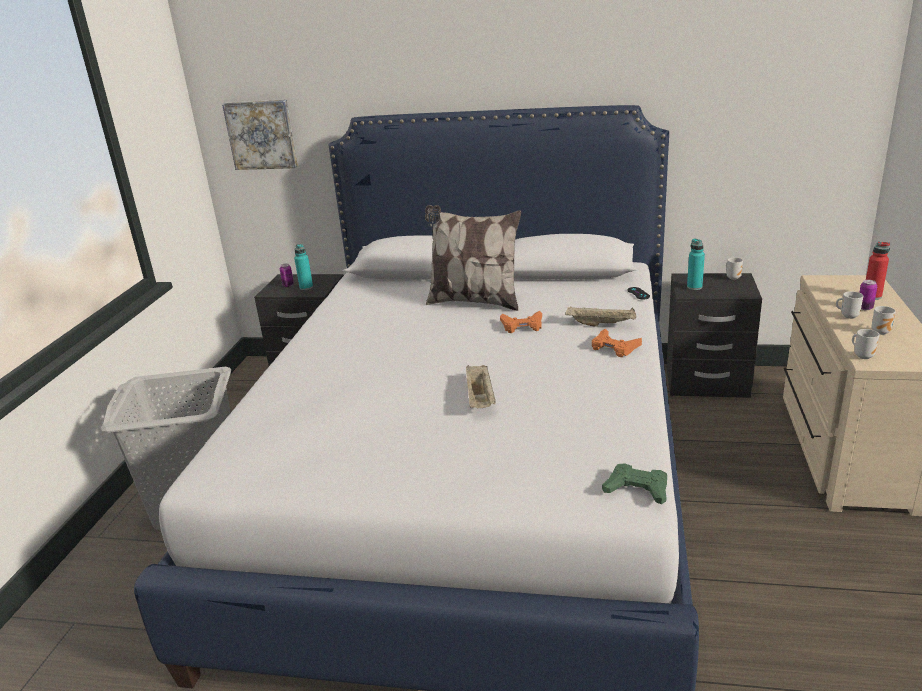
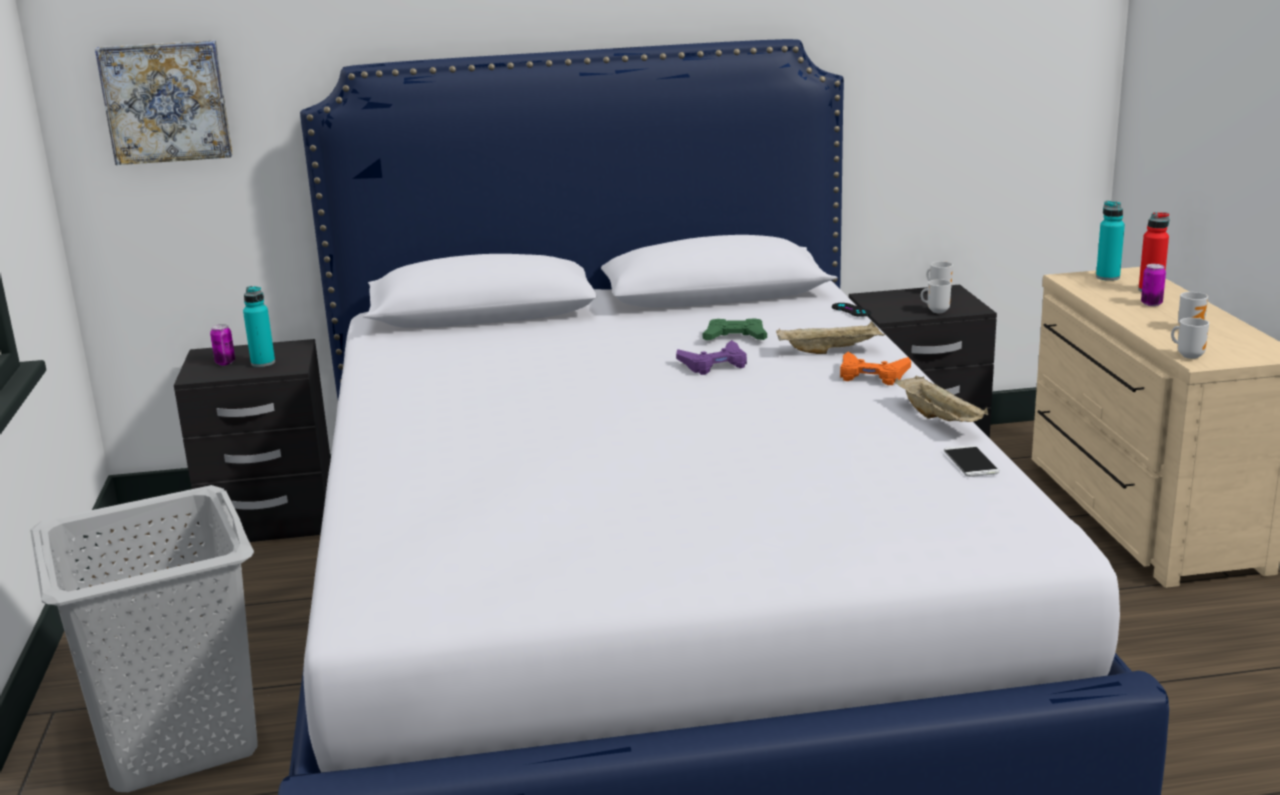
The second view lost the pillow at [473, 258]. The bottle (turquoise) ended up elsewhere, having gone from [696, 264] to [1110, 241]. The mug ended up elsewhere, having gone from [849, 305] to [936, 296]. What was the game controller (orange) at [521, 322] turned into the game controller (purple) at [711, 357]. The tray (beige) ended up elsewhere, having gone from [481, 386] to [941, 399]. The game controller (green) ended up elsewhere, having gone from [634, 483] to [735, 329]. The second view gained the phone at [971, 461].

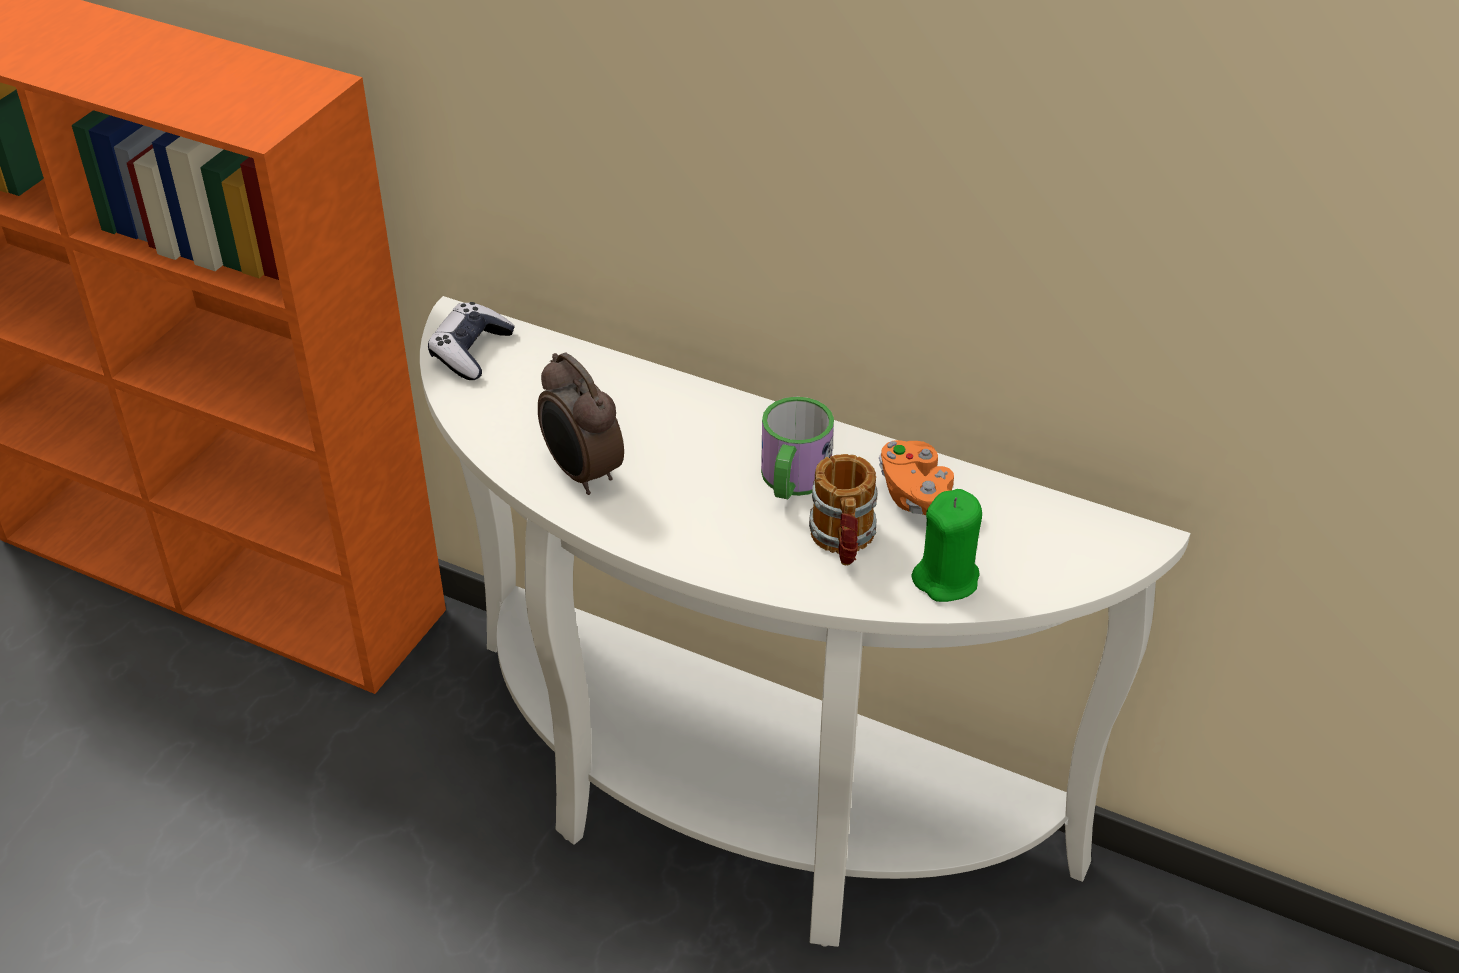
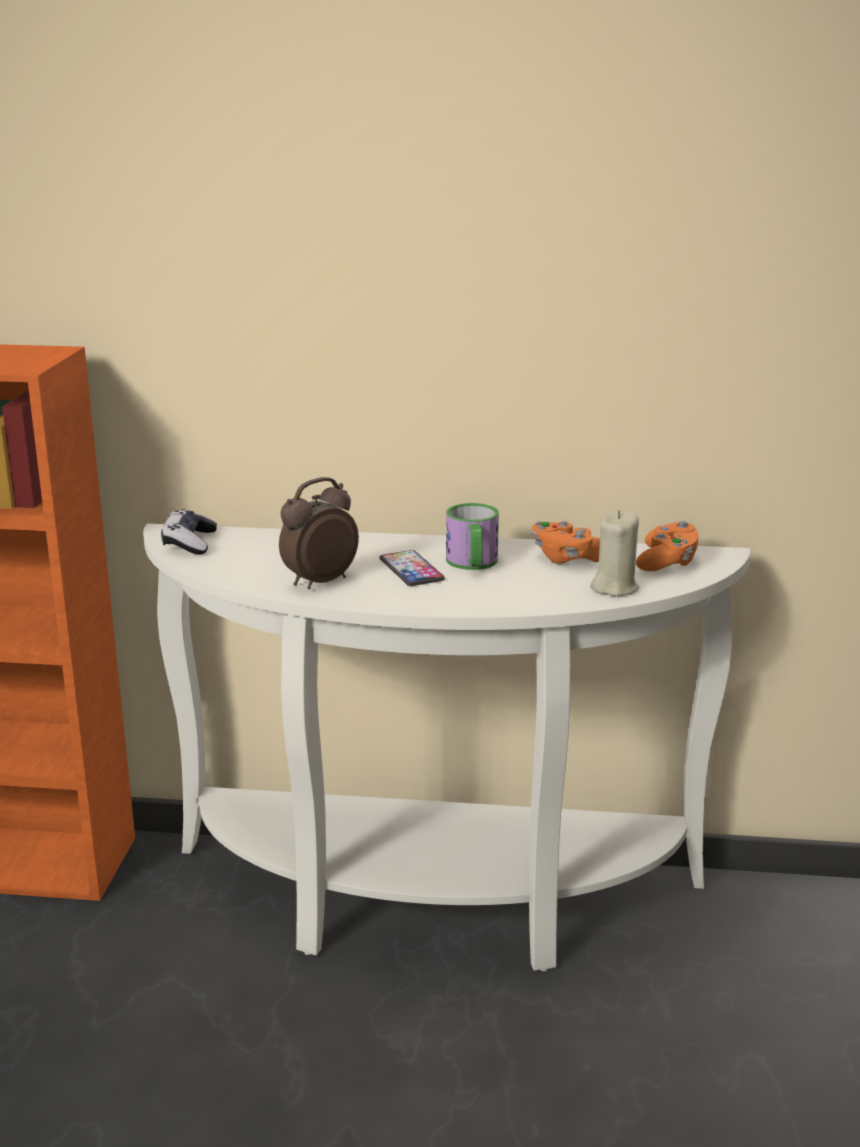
The alarm clock at [581, 424] ended up facing another way, 105 degrees clockwise from before. The second view lost the mug at [843, 509]. What was the candle (green) at [946, 545] turned into the candle (beige) at [614, 553]. The second view gained the game controller (orange) at [667, 546]. The second view gained the phone at [412, 568].

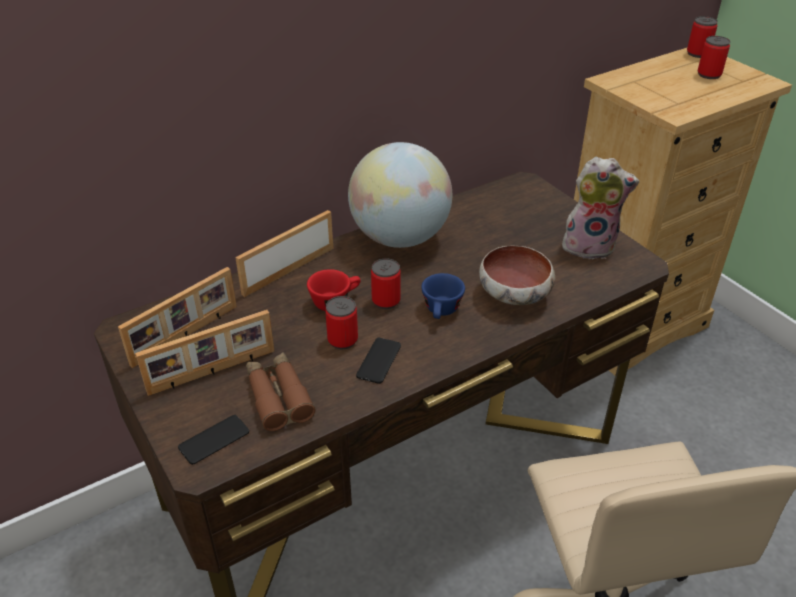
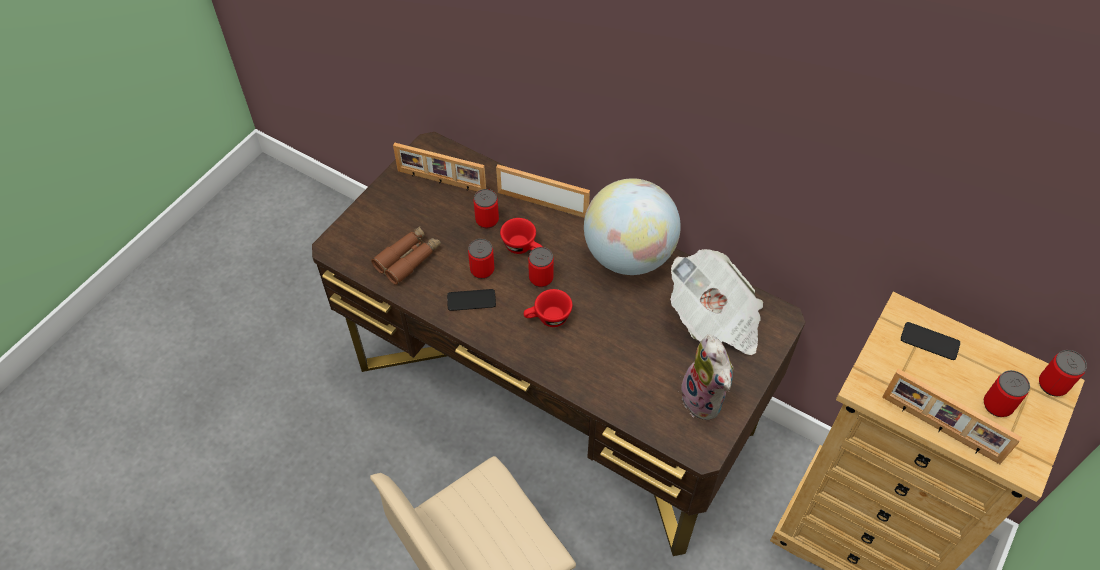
The second view lost the bowl at [517, 275]. What was the cup (blue) at [443, 296] turned into the cup (red) at [548, 308]. The picture frame ended up elsewhere, having gone from [204, 353] to [952, 416]. The phone ended up elsewhere, having gone from [213, 440] to [930, 341]. The second view gained the can at [486, 208]. The second view gained the newspaper at [716, 302].

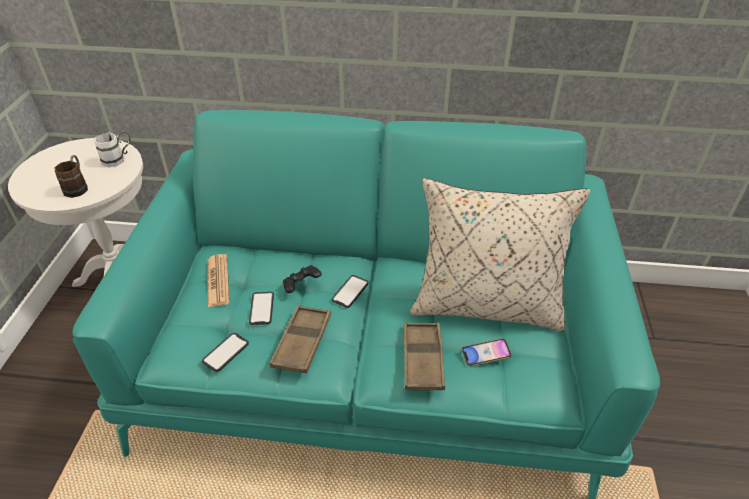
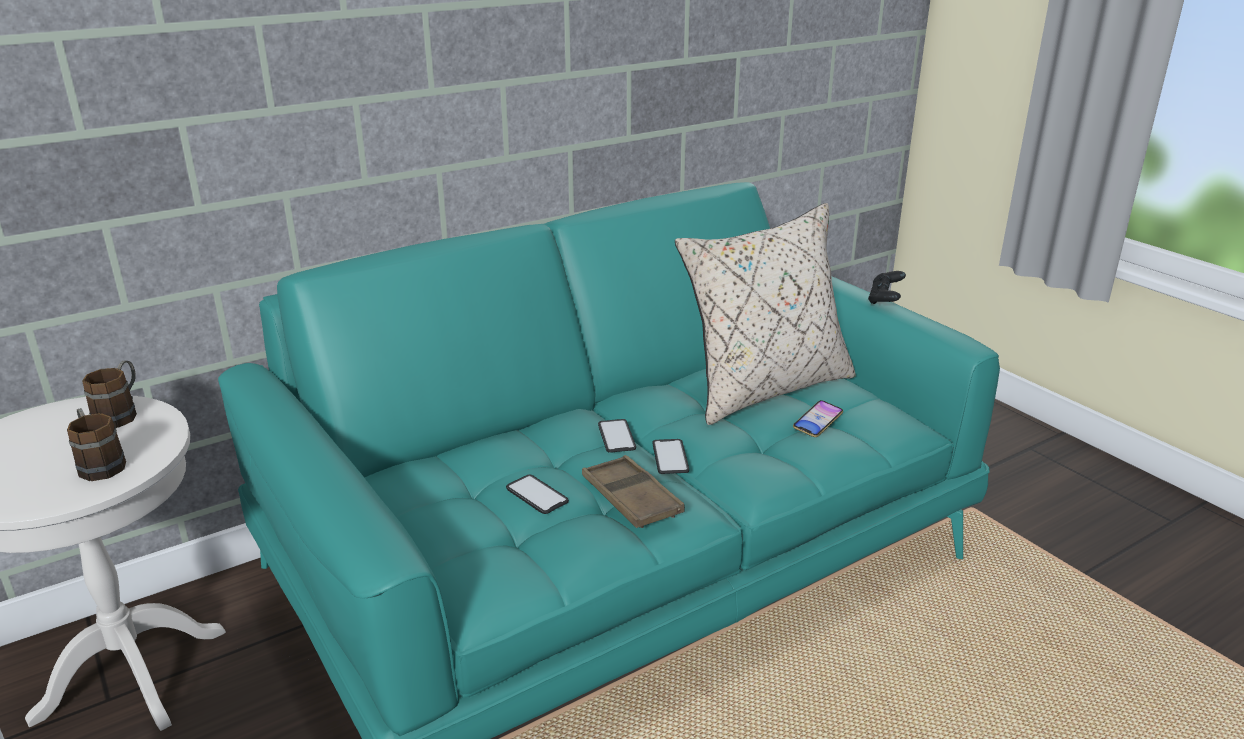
What was the mug (white) at [113, 149] turned into the mug (brown) at [109, 394]. The second view lost the newspaper at [218, 280]. The game controller (black) ended up elsewhere, having gone from [302, 279] to [887, 287]. The second view lost the tray (brown) at [424, 356]. The phone ended up elsewhere, having gone from [225, 352] to [670, 456].

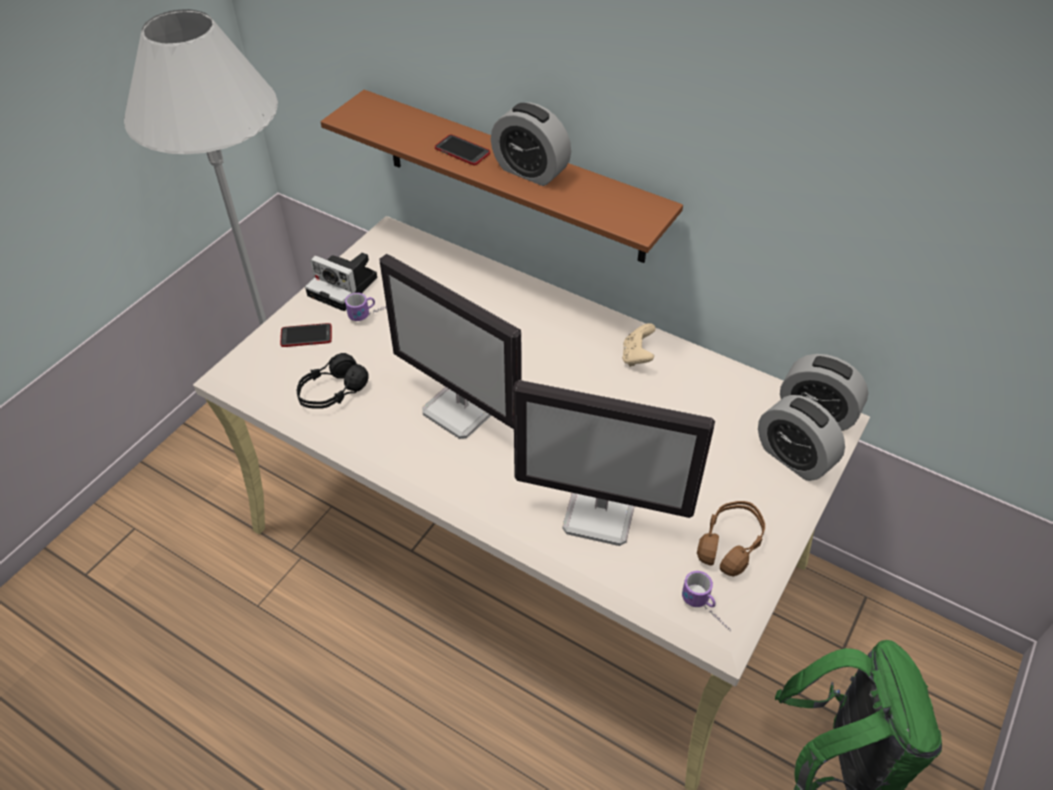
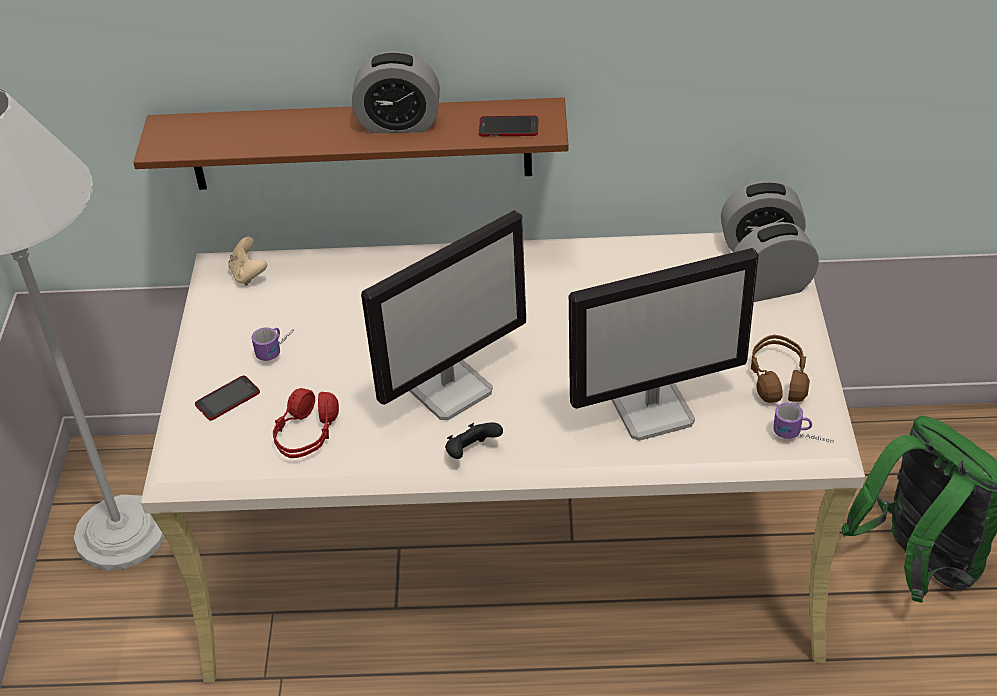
The phone ended up elsewhere, having gone from [462, 150] to [508, 126]. The second view lost the photo camera at [341, 282]. The monitor at [451, 346] ended up facing another way, 45 degrees counterclockwise from before. The game controller (beige) ended up elsewhere, having gone from [639, 345] to [247, 261]. What was the headphones (black) at [333, 381] turned into the headphones (red) at [306, 423]. The alarm clock at [801, 438] ended up facing another way, 150 degrees clockwise from before. The second view gained the game controller (black) at [474, 440].

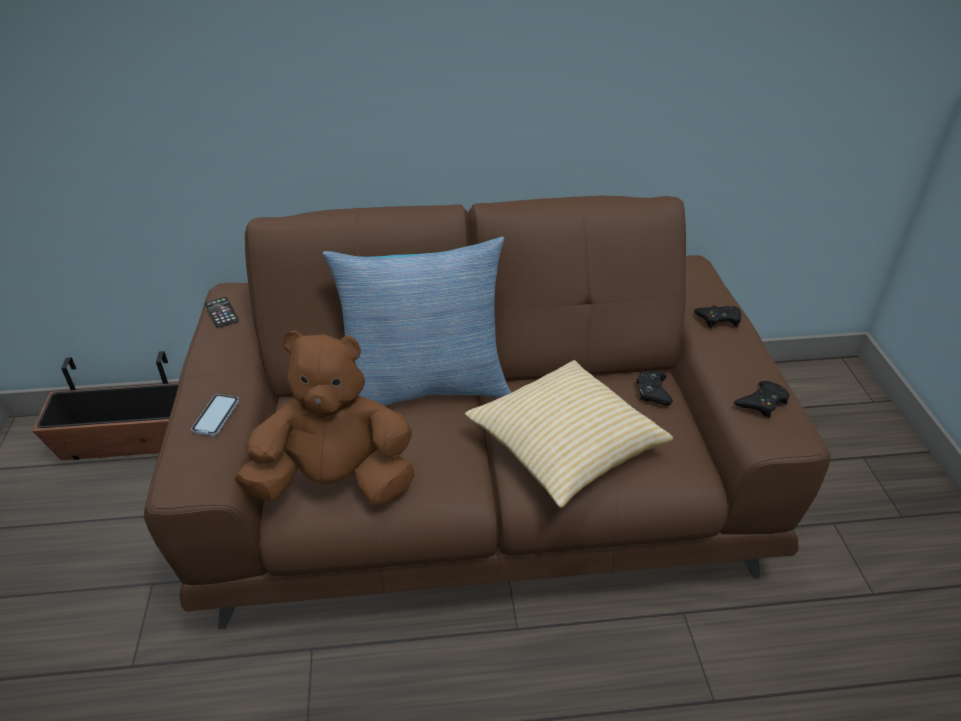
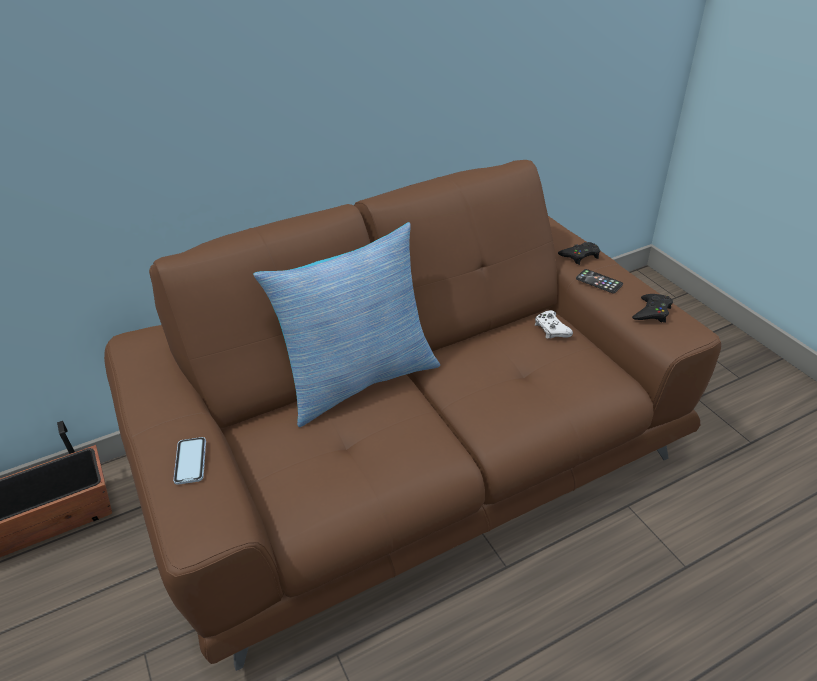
The phone ended up elsewhere, having gone from [222, 312] to [599, 281]. The second view lost the plush toy (brown) at [325, 418]. The second view lost the pillow at [569, 434]. What was the game controller (black) at [654, 388] turned into the game controller (white) at [554, 324].

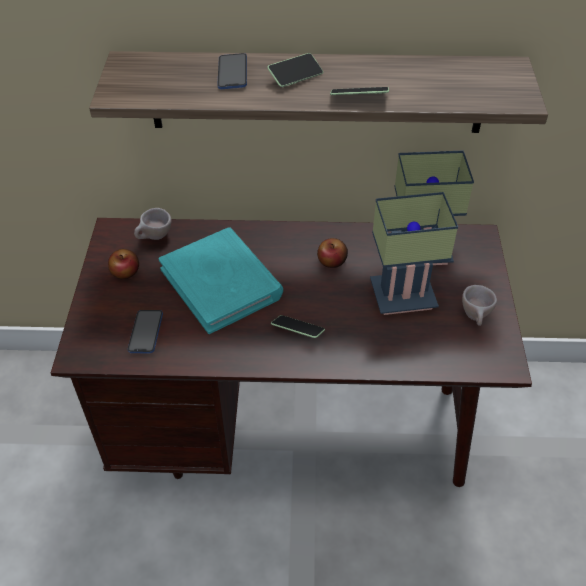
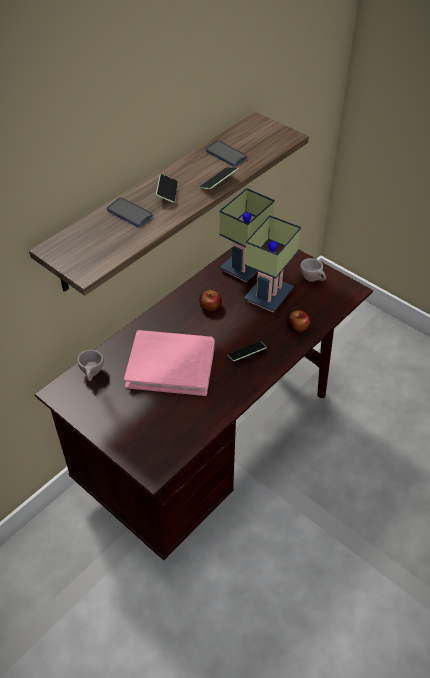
What was the book (turquoise) at [220, 280] turned into the book (pink) at [169, 363]. The apple ended up elsewhere, having gone from [123, 264] to [298, 321]. The phone ended up elsewhere, having gone from [145, 331] to [226, 153].

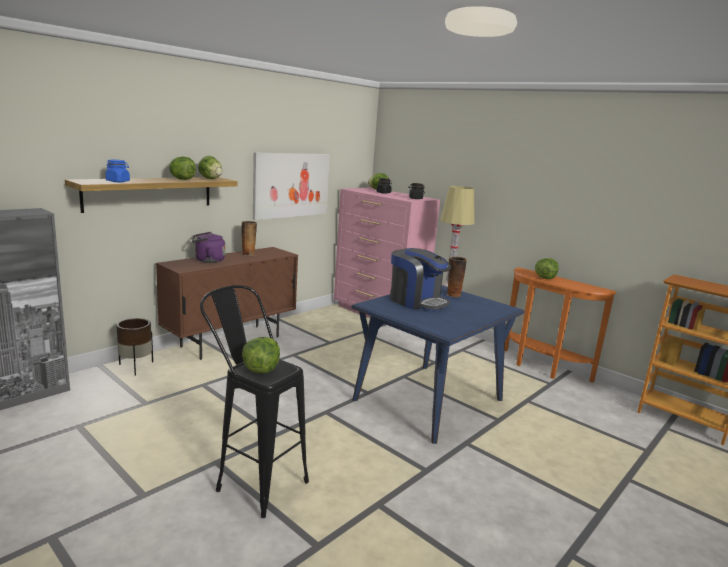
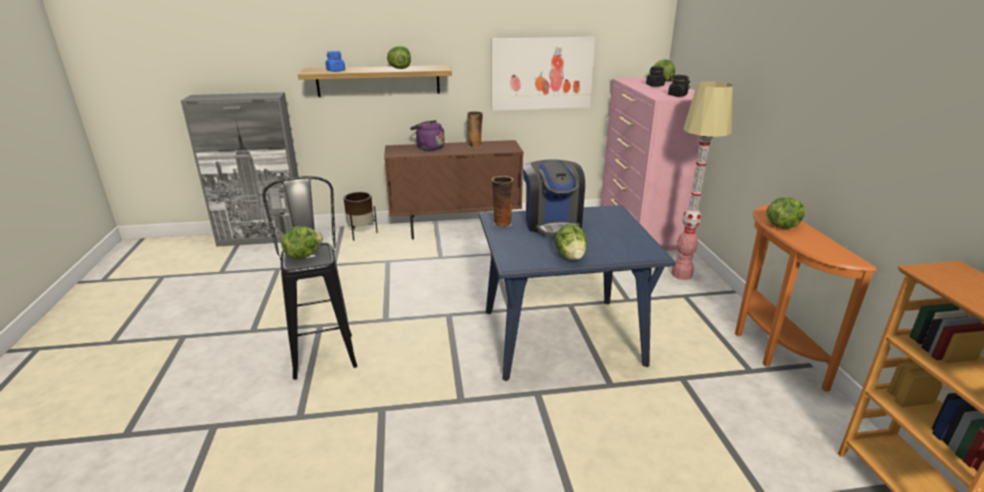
The lettuce ended up elsewhere, having gone from [210, 167] to [571, 242]. The vase ended up elsewhere, having gone from [456, 277] to [502, 201].

